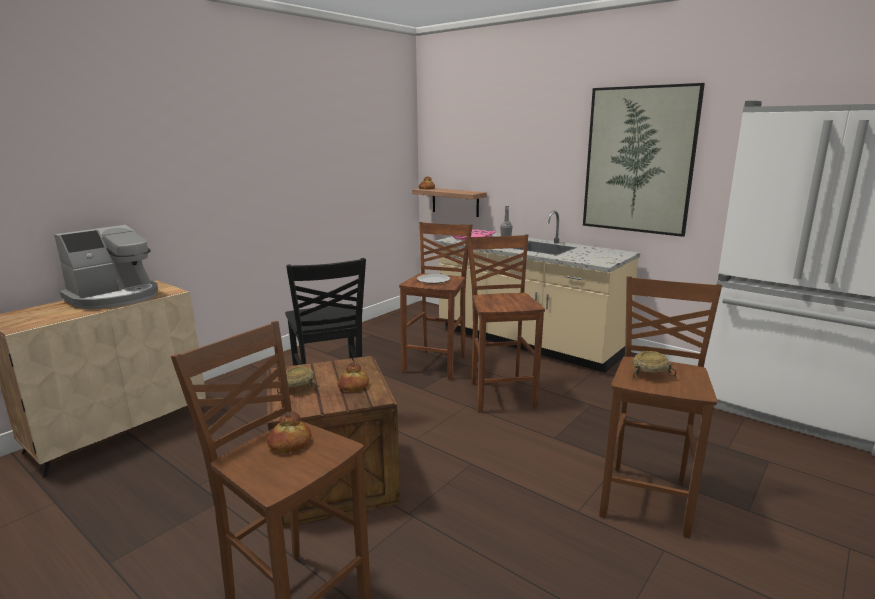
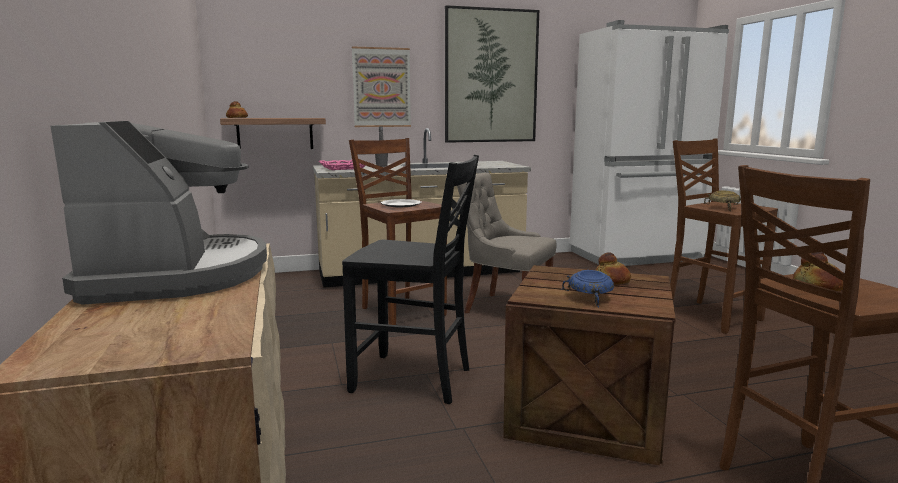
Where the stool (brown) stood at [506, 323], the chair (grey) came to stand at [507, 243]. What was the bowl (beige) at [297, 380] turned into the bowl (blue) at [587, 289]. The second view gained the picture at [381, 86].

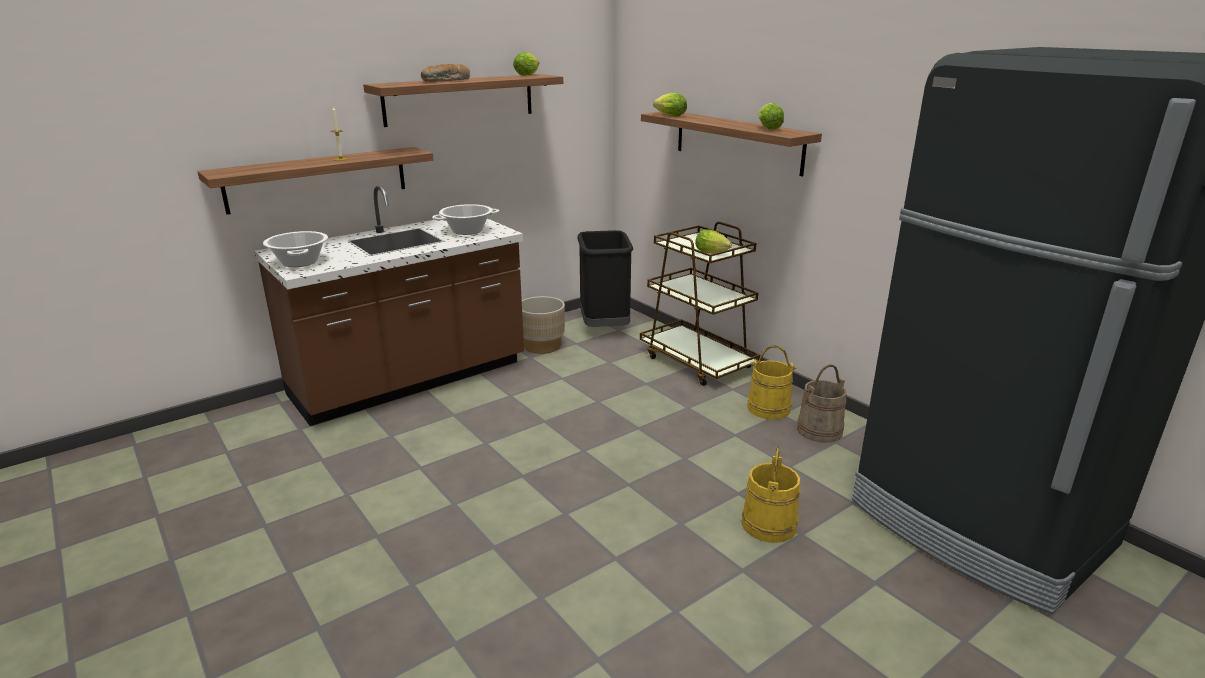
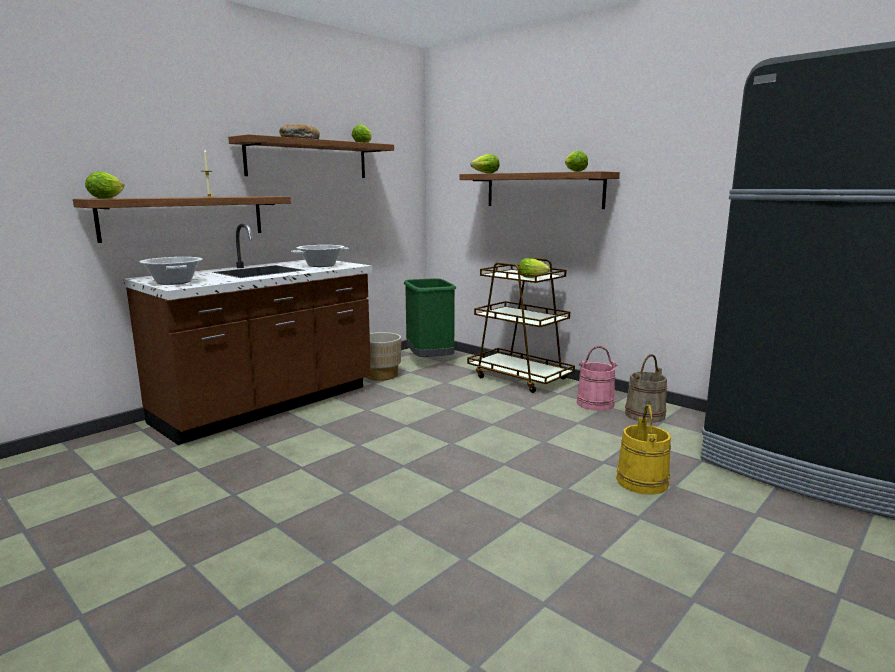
What was the trash can (black) at [605, 278] turned into the trash can (green) at [430, 317]. What was the bucket (yellow) at [772, 382] turned into the bucket (pink) at [597, 378]. The second view gained the lettuce at [104, 185].

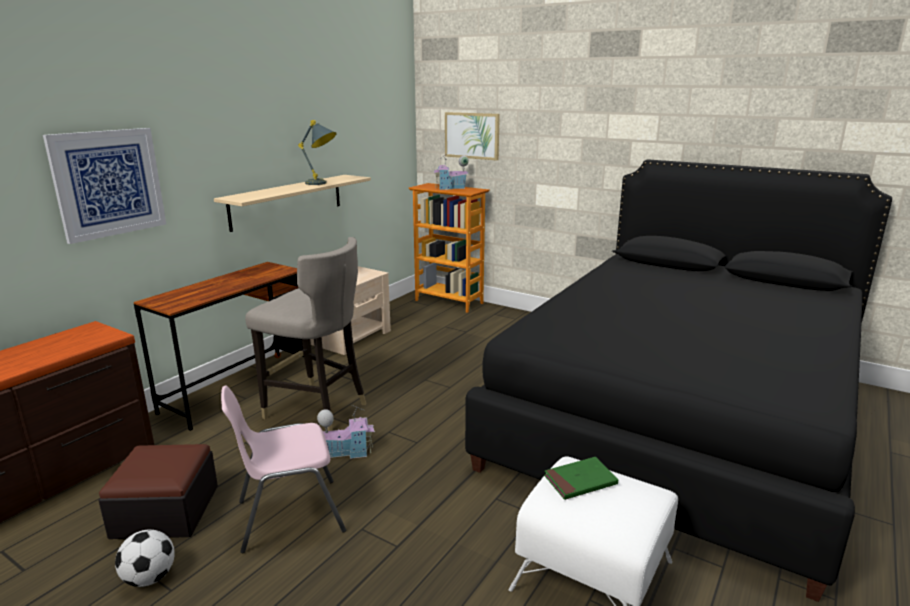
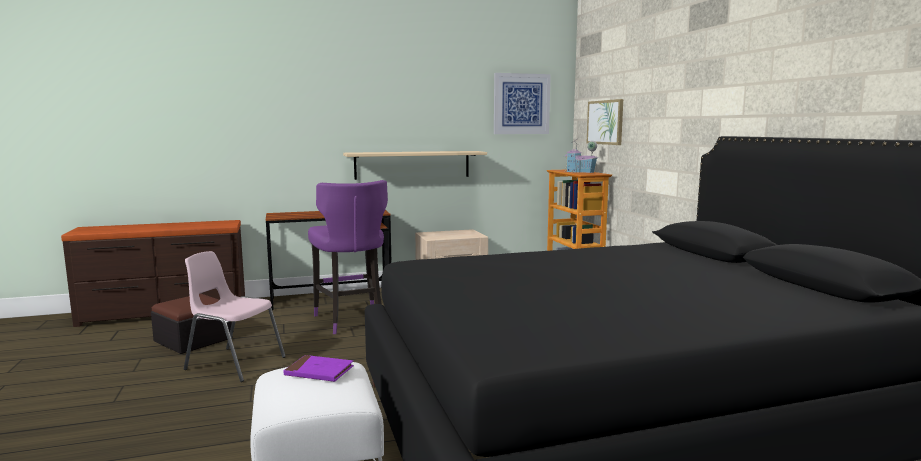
The second view lost the table lamp (grey) at [317, 152]. The picture ended up elsewhere, having gone from [104, 186] to [522, 103]. What was the stool (grey) at [305, 334] turned into the stool (purple) at [348, 257]. The second view lost the toy house at [346, 432]. What was the book (green) at [581, 478] turned into the book (purple) at [318, 368]. The second view lost the football at [145, 558].

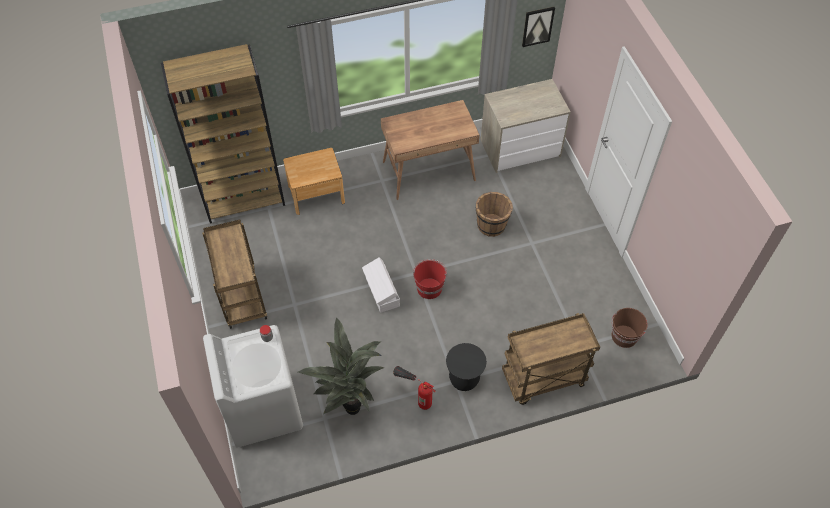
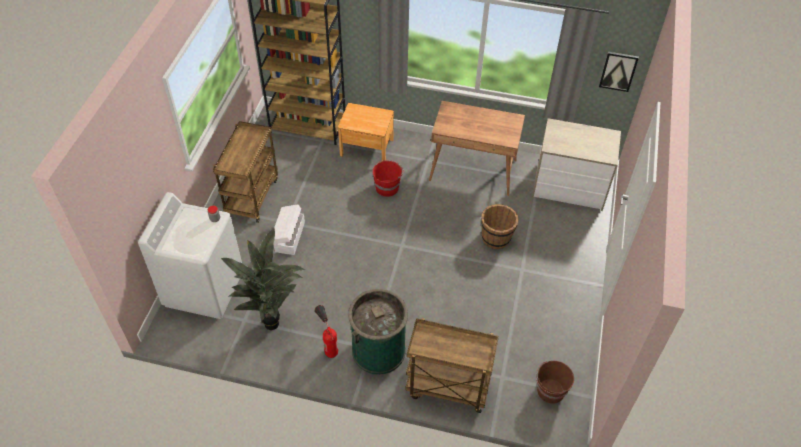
The storage box (white) ended up elsewhere, having gone from [381, 285] to [289, 229]. The bucket (red) ended up elsewhere, having gone from [430, 279] to [387, 178]. Where the stool (black) stood at [466, 367], the trash can (green) came to stand at [378, 332].

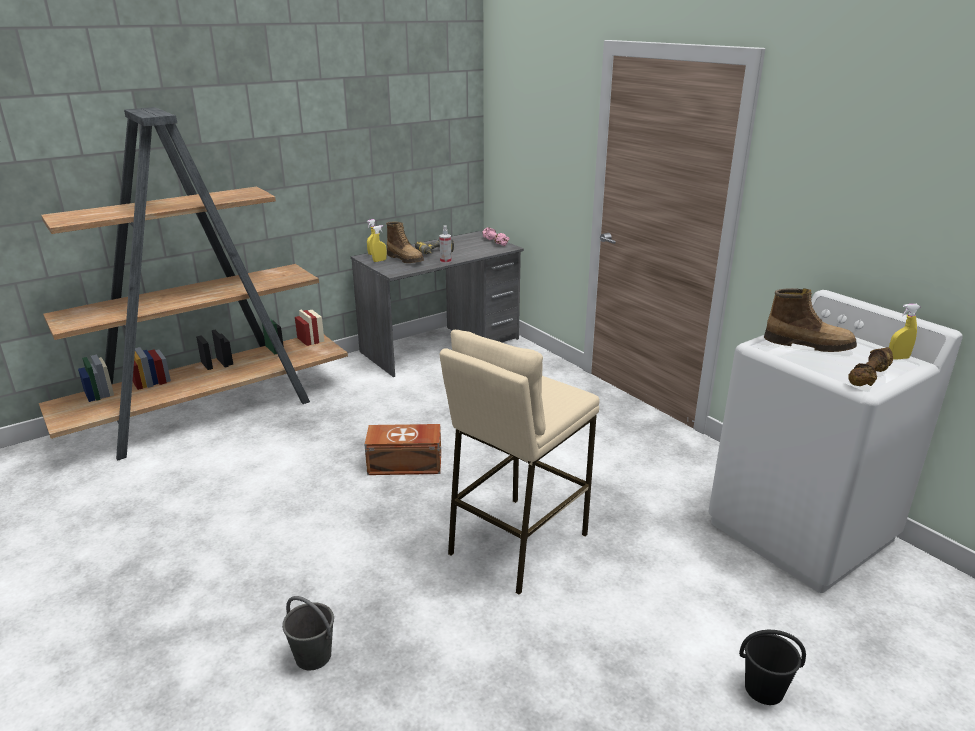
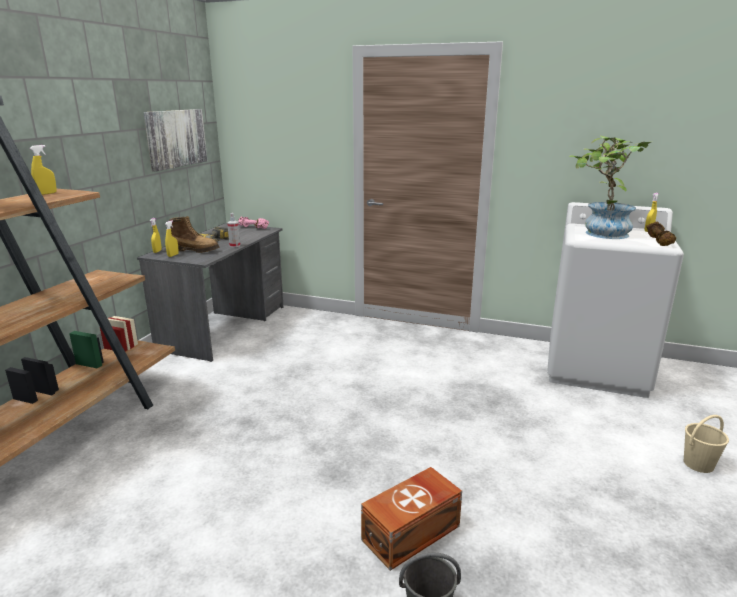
Where the boot stood at [810, 320], the potted plant came to stand at [610, 187]. The second view lost the stool (beige) at [520, 462]. The storage box (brown) ended up elsewhere, having gone from [402, 449] to [411, 519]. What was the bucket (black) at [772, 667] turned into the bucket (beige) at [706, 444]. The second view gained the picture at [175, 140]. The second view gained the spray bottle (yellow) at [43, 170].

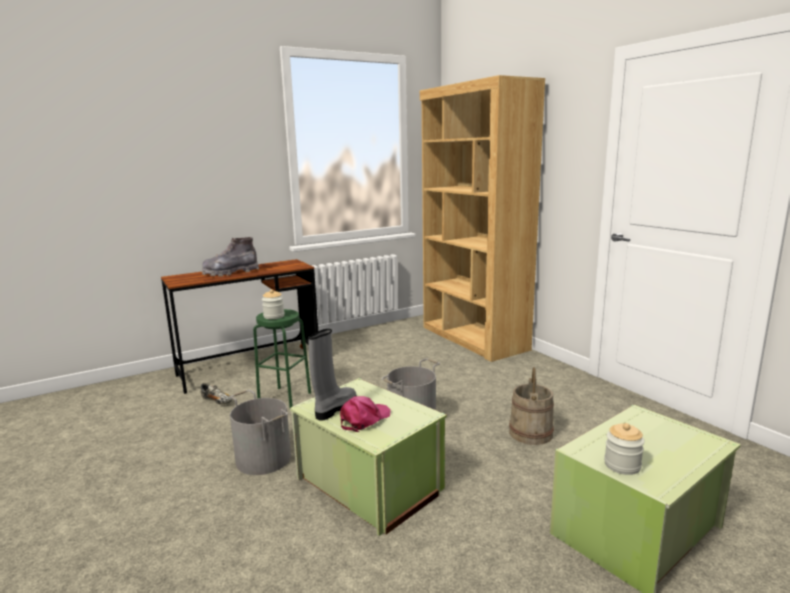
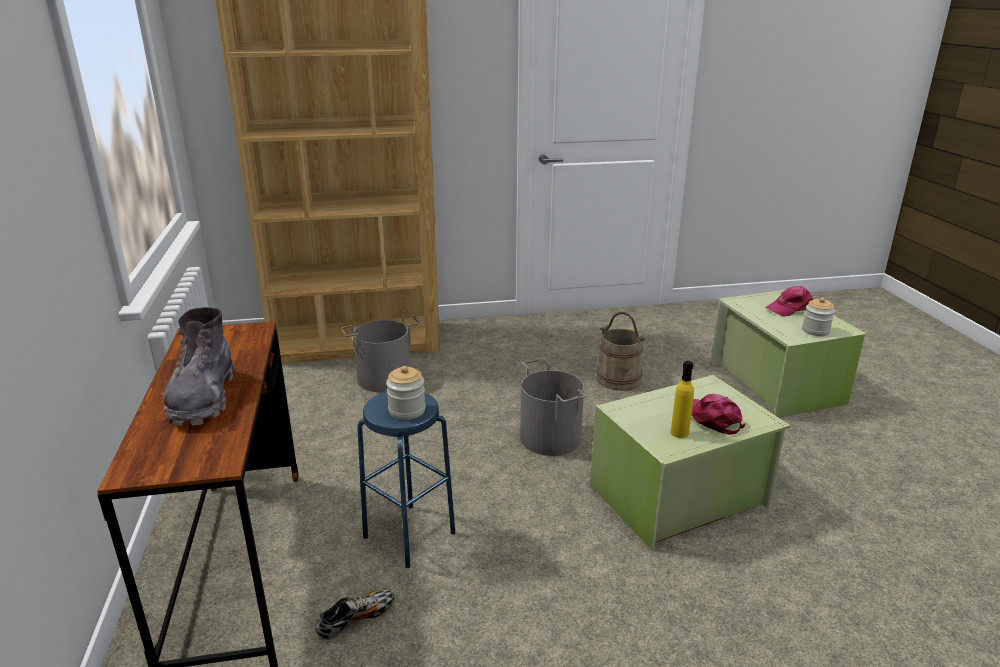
What was the stool (green) at [282, 358] turned into the stool (blue) at [406, 479]. Where the boot (grey) stood at [332, 375], the bottle (yellow) came to stand at [682, 399]. The bucket (grey) ended up elsewhere, having gone from [260, 432] to [380, 353]. The second view gained the cap (pink) at [789, 301].

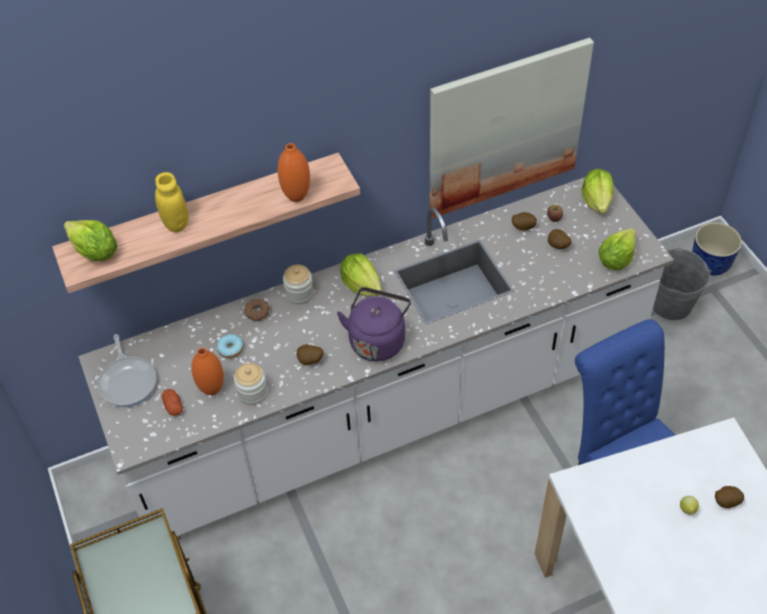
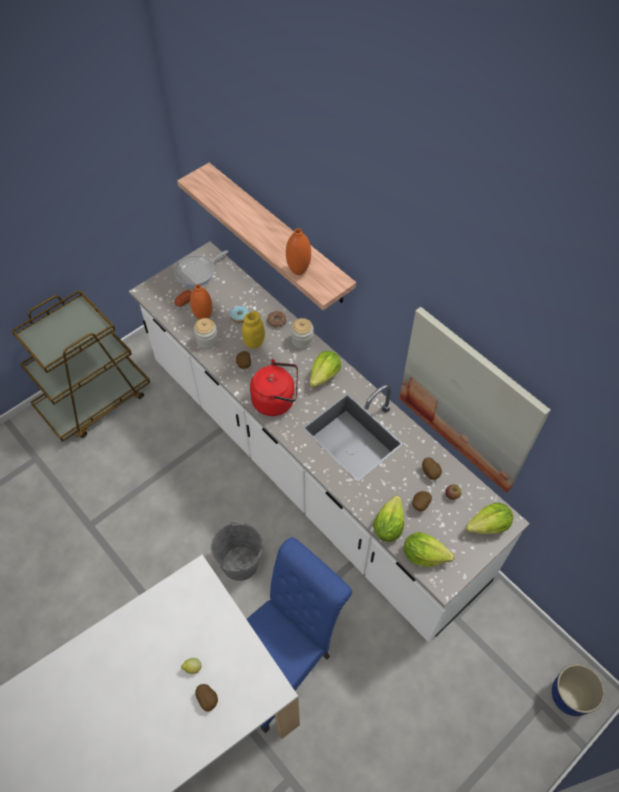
The jar (yellow) ended up elsewhere, having gone from [172, 202] to [253, 330]. The lettuce ended up elsewhere, having gone from [91, 240] to [388, 518]. The bucket (grey) ended up elsewhere, having gone from [682, 284] to [237, 551]. What was the kettle (purple) at [374, 324] turned into the kettle (red) at [274, 387].

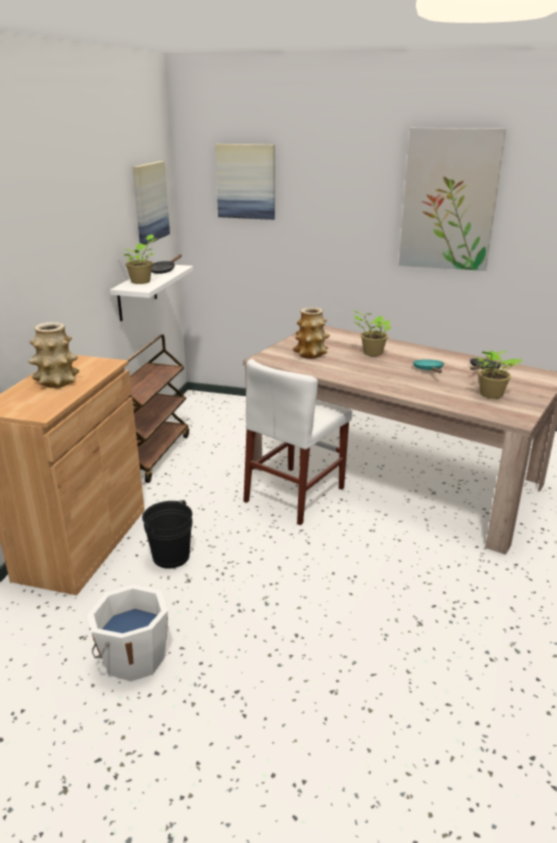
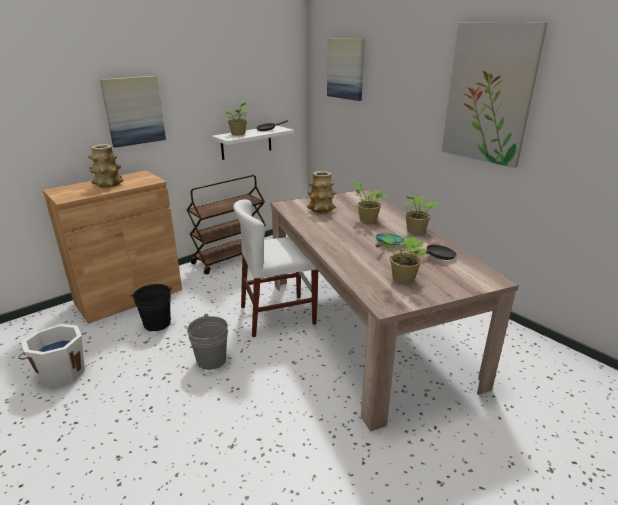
The picture ended up elsewhere, having gone from [151, 203] to [133, 112]. The second view gained the potted plant at [419, 215]. The second view gained the bucket (grey) at [207, 342].

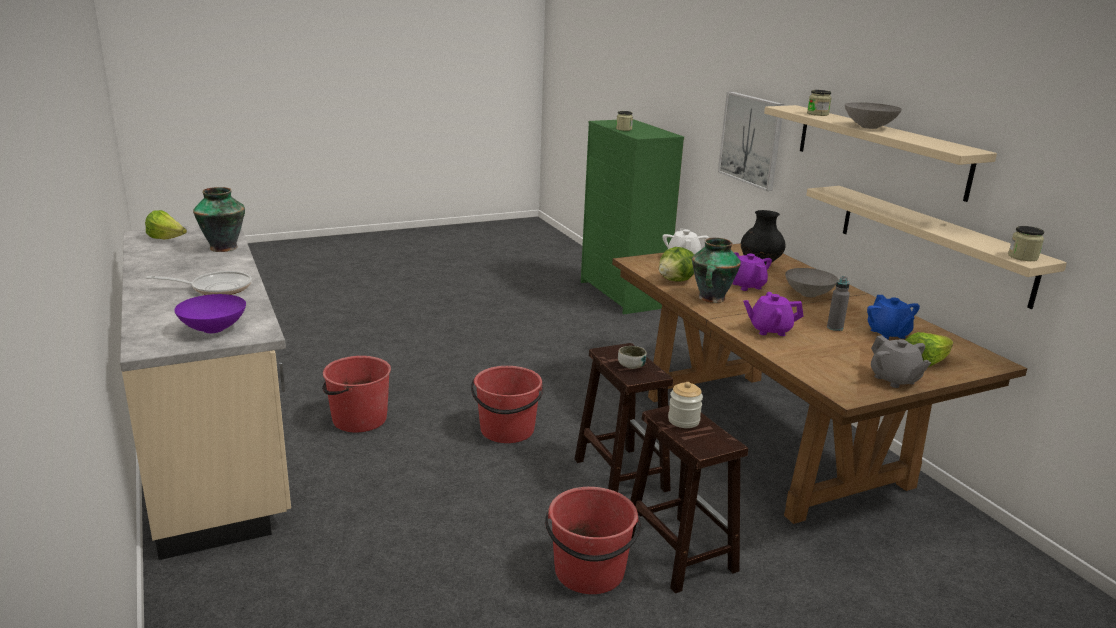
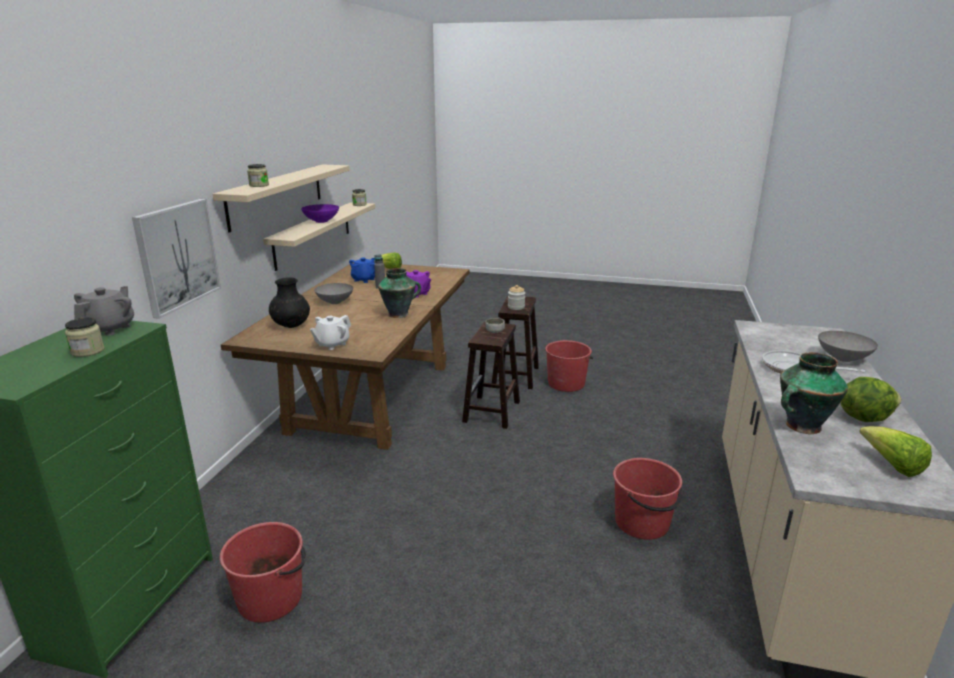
The bowl (grey) ended up elsewhere, having gone from [873, 115] to [848, 346]. The lettuce ended up elsewhere, having gone from [676, 264] to [871, 399]. The second view lost the teapot (purple) at [752, 271]. The bowl (purple) ended up elsewhere, having gone from [210, 313] to [320, 213]. The teapot (grey) ended up elsewhere, having gone from [901, 361] to [104, 311]. The bucket (red) ended up elsewhere, having gone from [507, 404] to [263, 572].

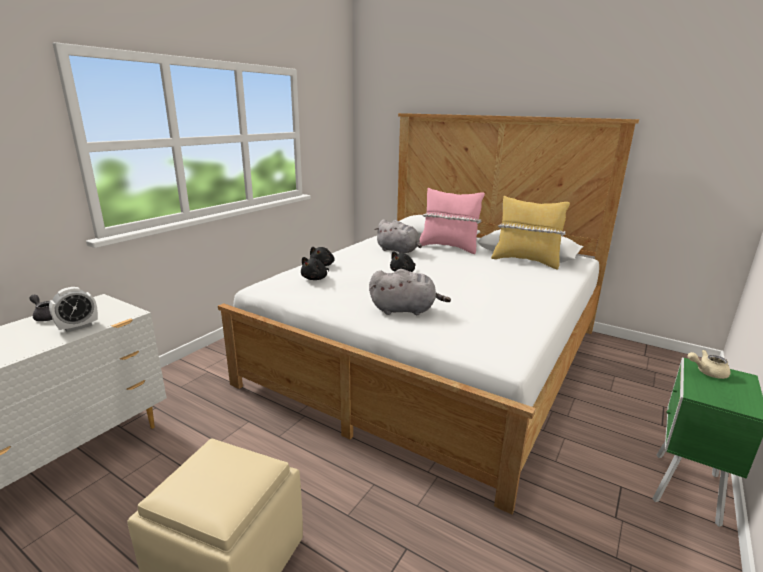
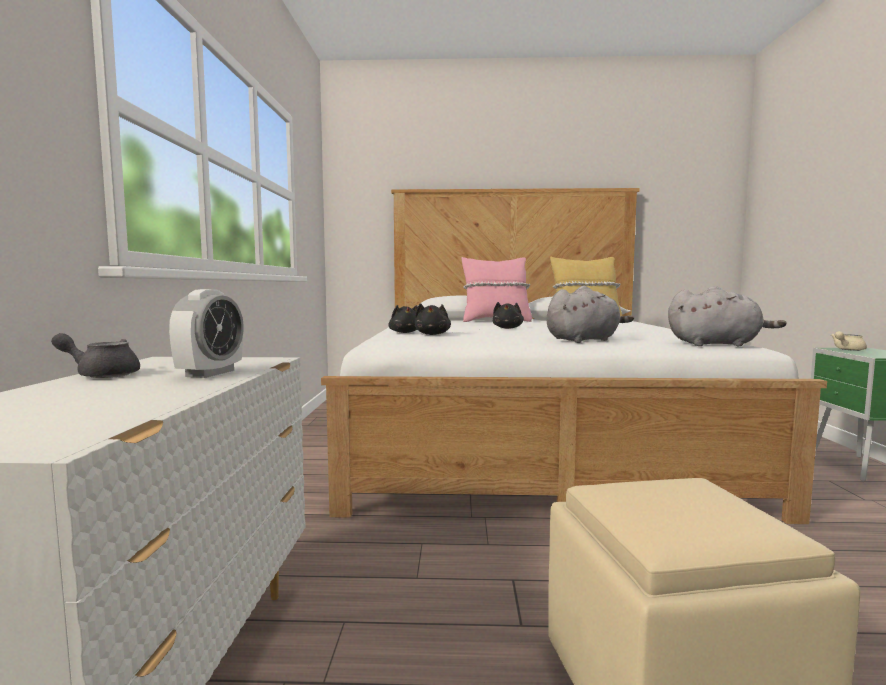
The plush toy (grey) ended up elsewhere, having gone from [398, 236] to [727, 316].

